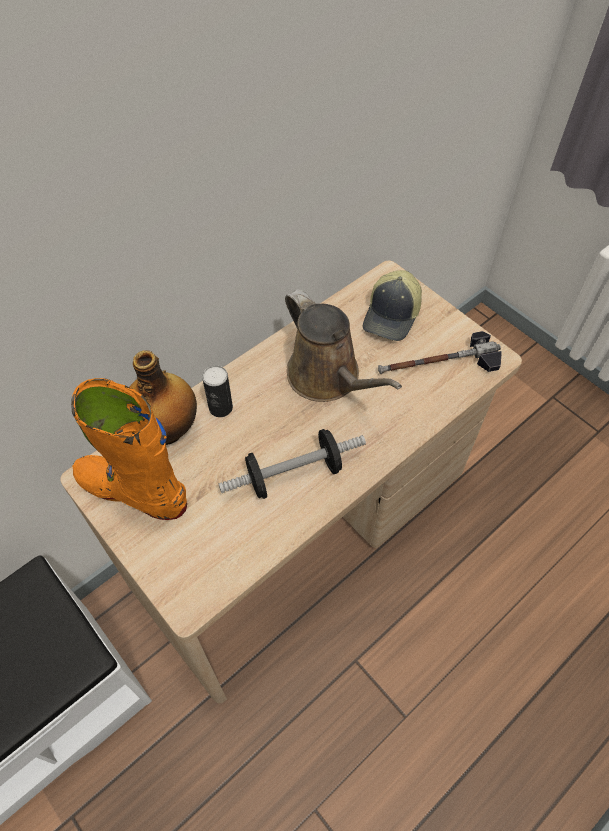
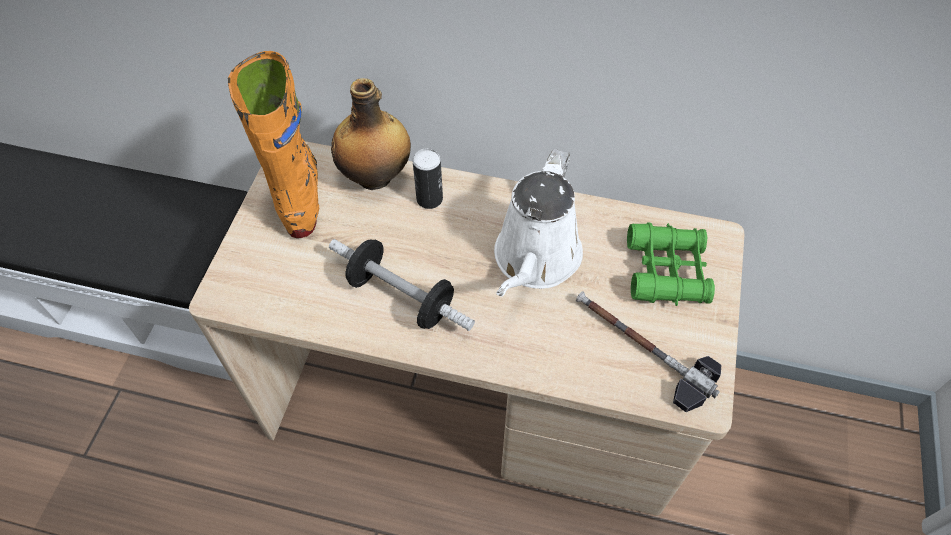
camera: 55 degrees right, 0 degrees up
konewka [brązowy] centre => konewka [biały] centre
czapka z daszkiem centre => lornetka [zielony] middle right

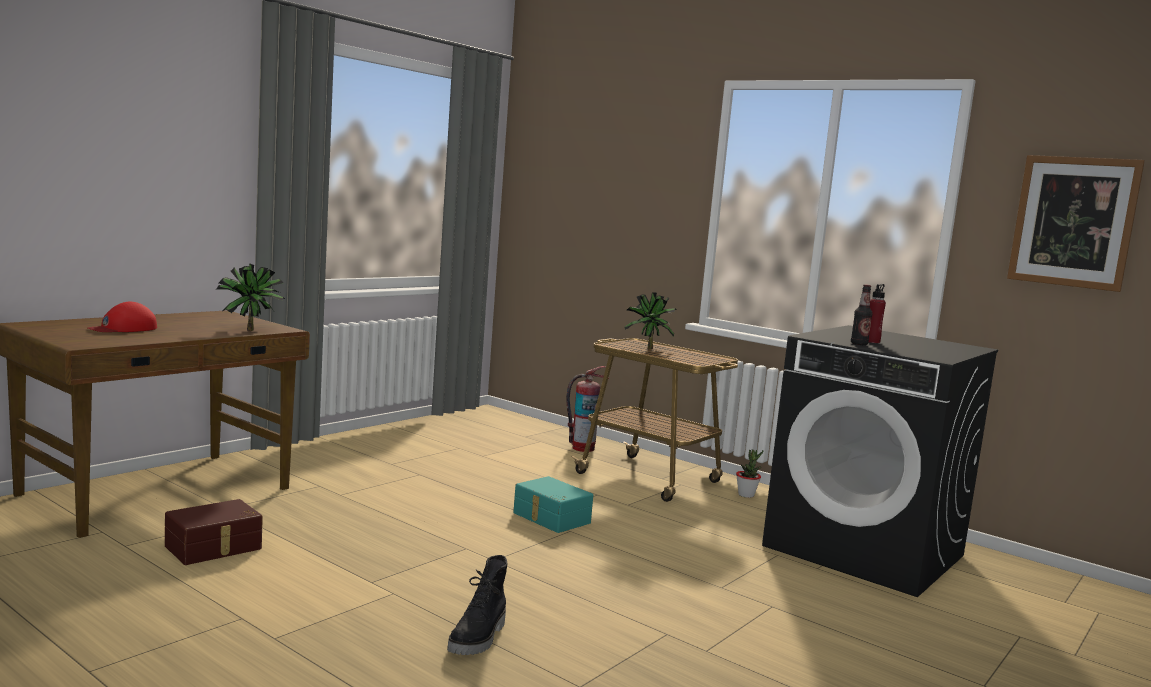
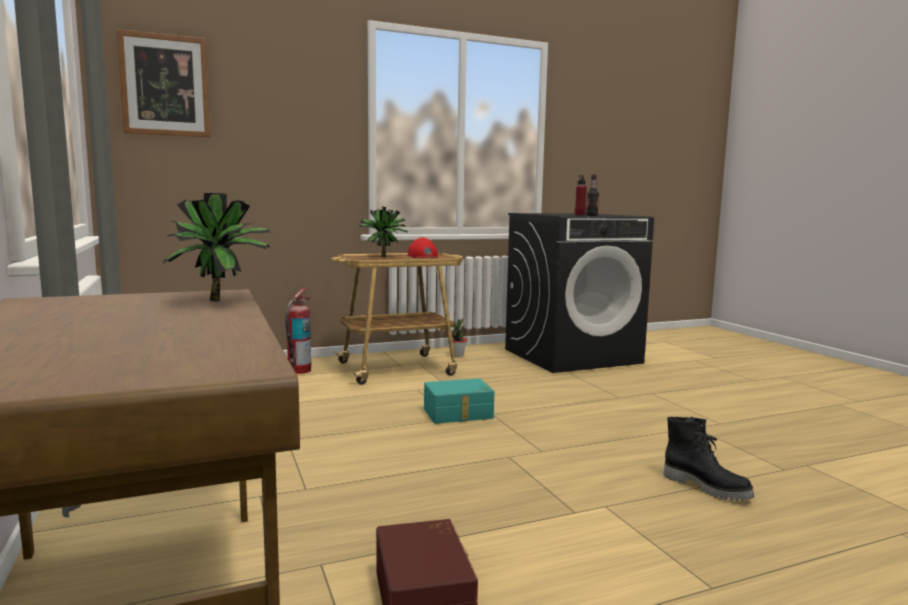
camera: 60 degrees left, 0 degrees up
czapka z daszkiem [czerwony] middle left => czapka z daszkiem [czerwony] centre, moved
obraz top right => obraz top left, moved

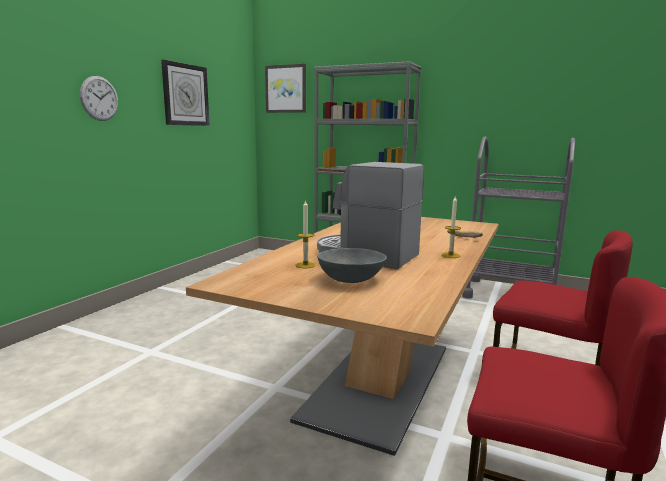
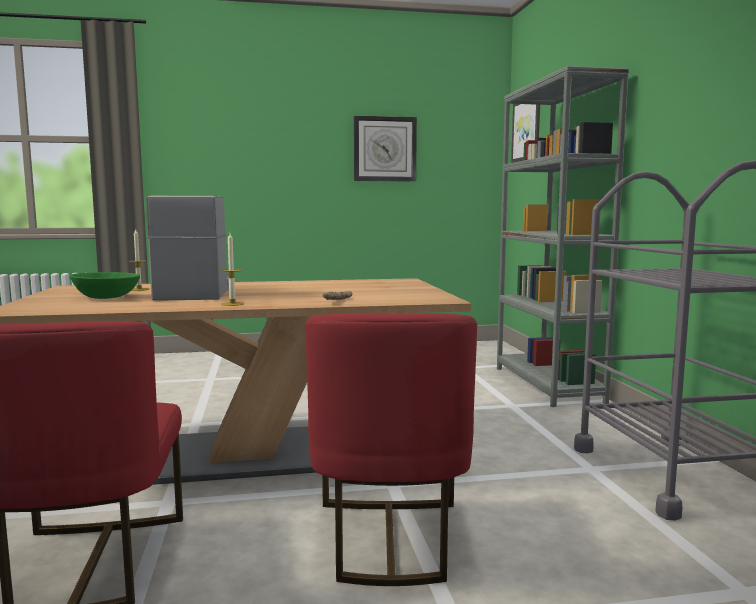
camera: 55 degrees right, 5 degrees down
zegar ścienny (1st from left) top left => nothing
miska [szary] centre => miska [zielony] middle left

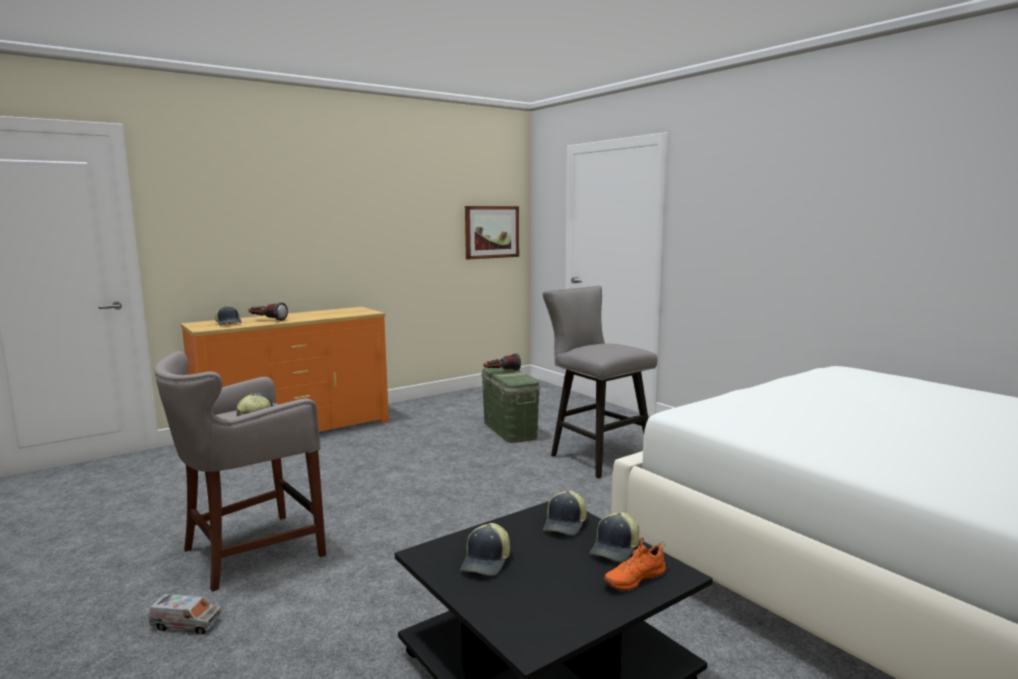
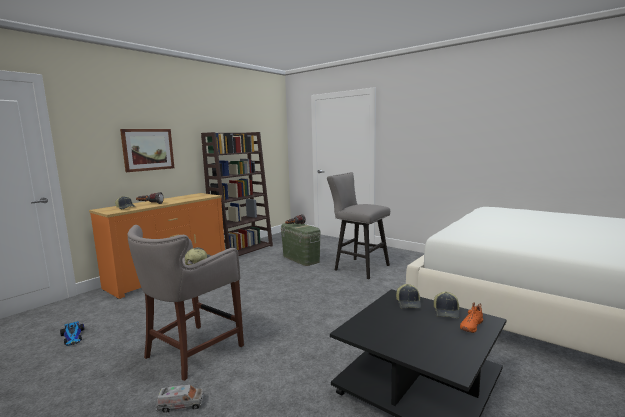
camera: 15 degrees left, 0 degrees up
czapka z daszkiem (3rd from left) bottom centre => nothing
obraz centre => obraz middle left, moved
nothing => samochodzik bottom left
nothing => regał [brązowy] centre

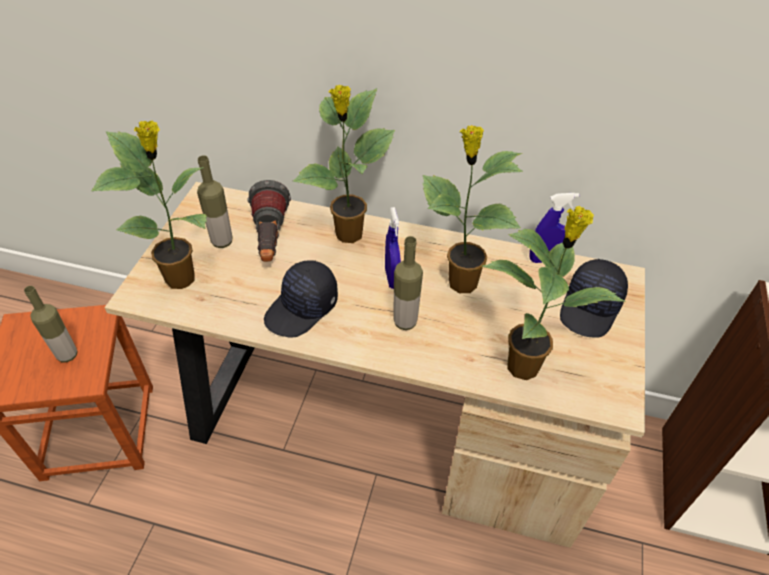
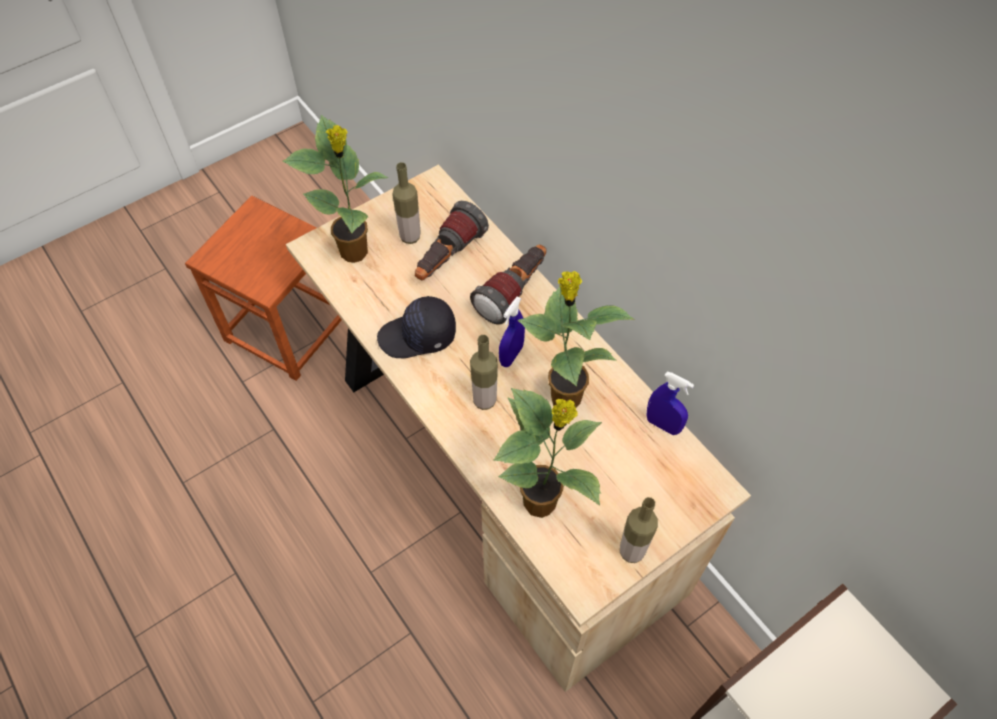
camera: 40 degrees right, 10 degrees up
butelka (1st from left in the first image) middle left => butelka (3rd from left) bottom centre, moved
roślina doniczkowa (2nd from left) top centre => latarka (2nd from left) centre
czapka z daszkiem [czarny] (2nd from left) middle right => nothing

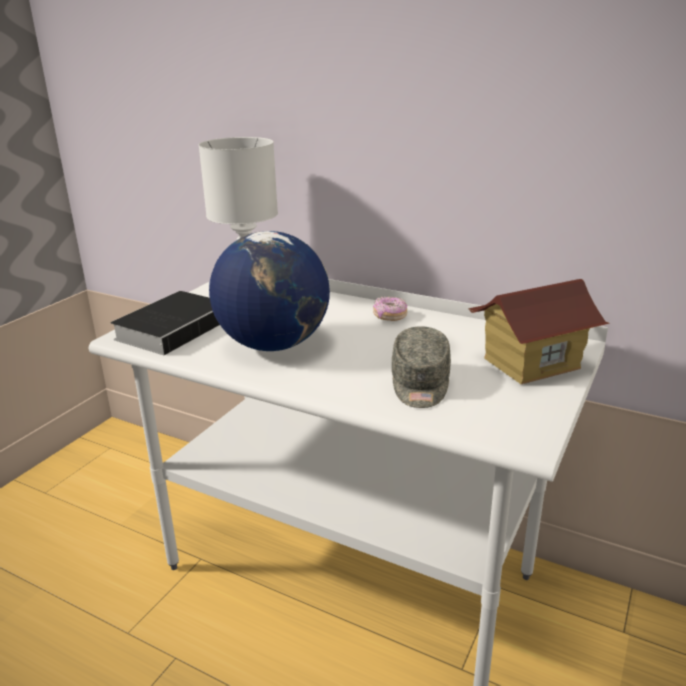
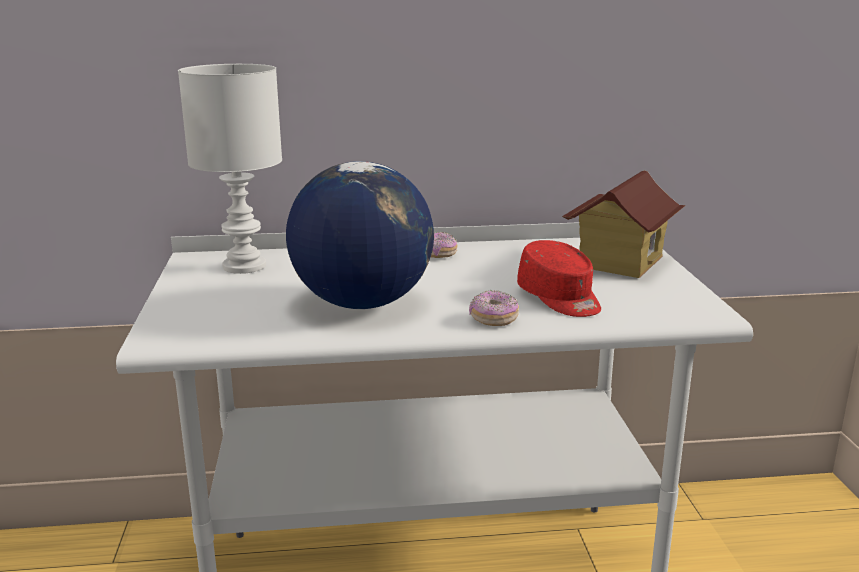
camera: 35 degrees left, 5 degrees down
książka middle left => nothing
czapka z daszkiem [szary] centre => czapka z daszkiem [czerwony] centre
nothing => donut (2nd from left) centre

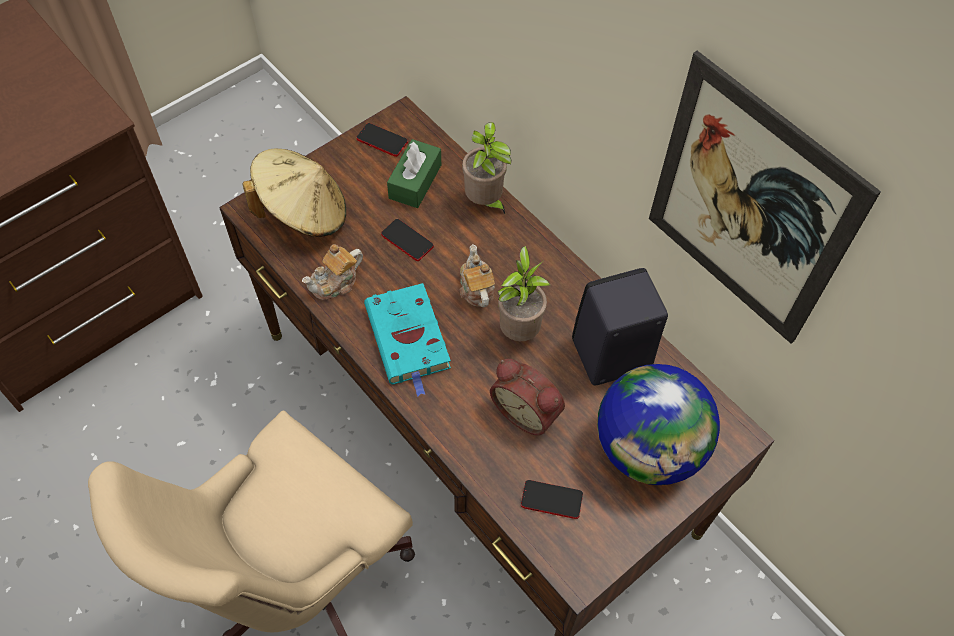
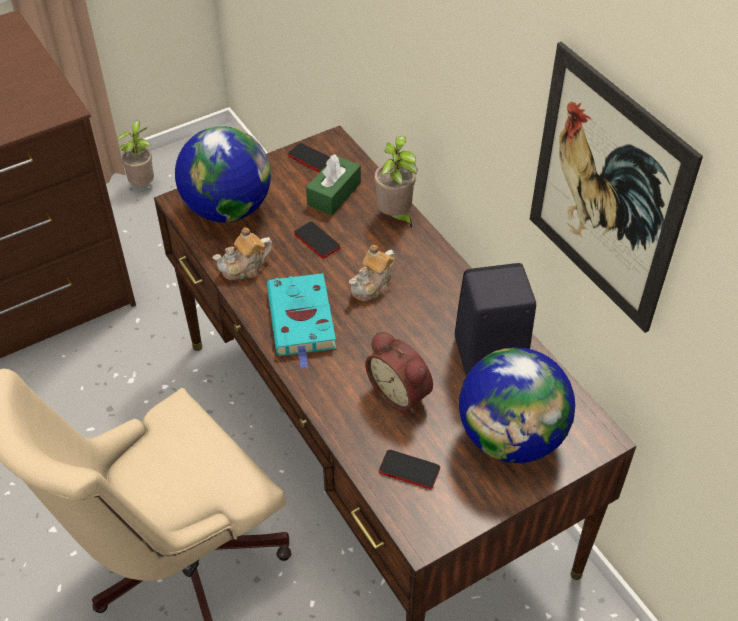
camera: 10 degrees right, 10 degrees down
kapelusz [beżowy] top left => globus (1st from left) top left
imbryk (2nd from left) centre, 135 degrees counterclockwise
roślina doniczkowa (2nd from left in the first image) centre => roślina doniczkowa (1st from left) top left, moved

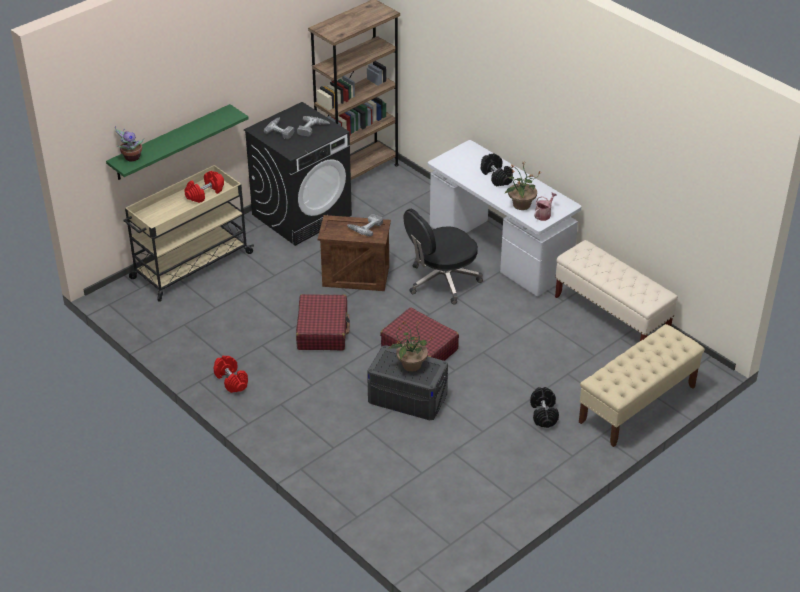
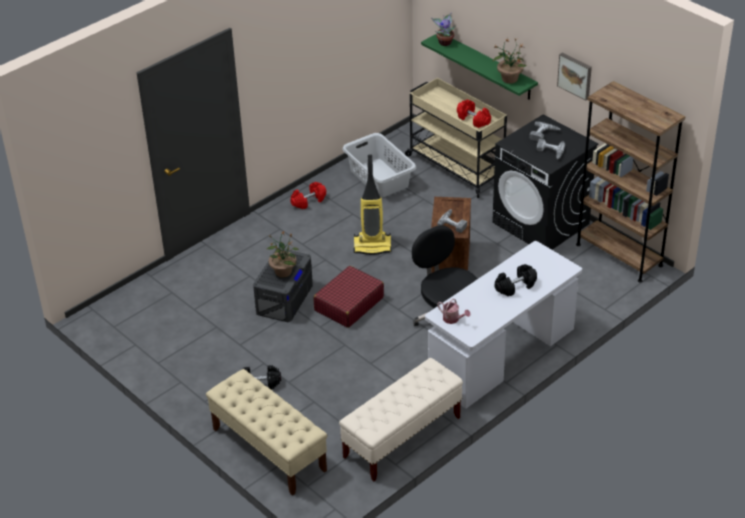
camera: 90 degrees right, 0 degrees up
walizka [czerwony] (1st from left) centre => odkurzacz centre
roślina doniczkowa (3rd from left) top centre => roślina doniczkowa (3rd from left) top right, moved
nothing => kosz na pranie [szary] top centre
nothing => obraz top right

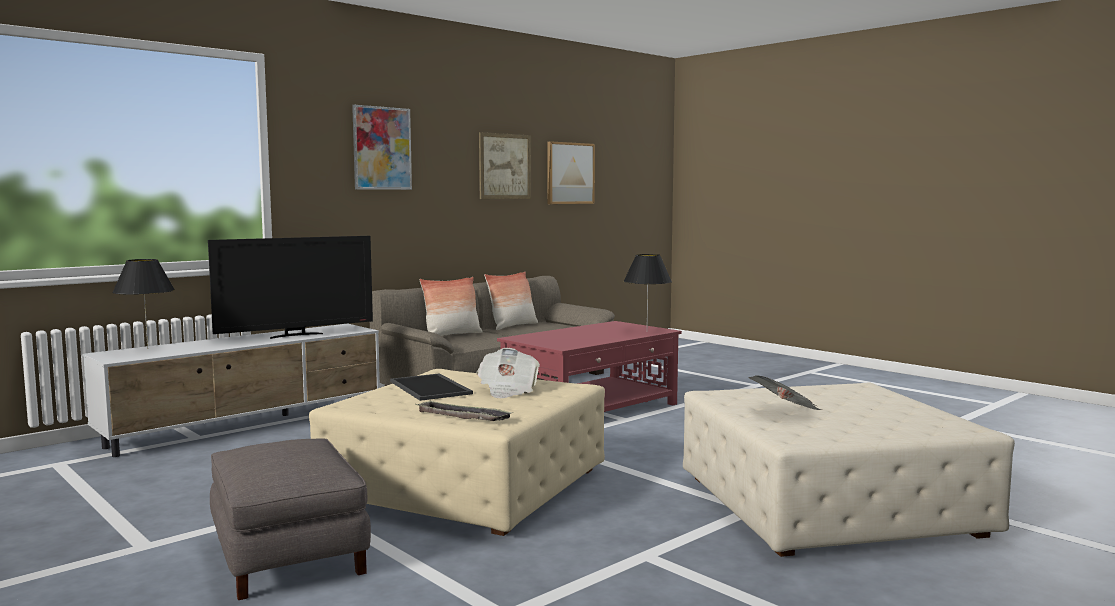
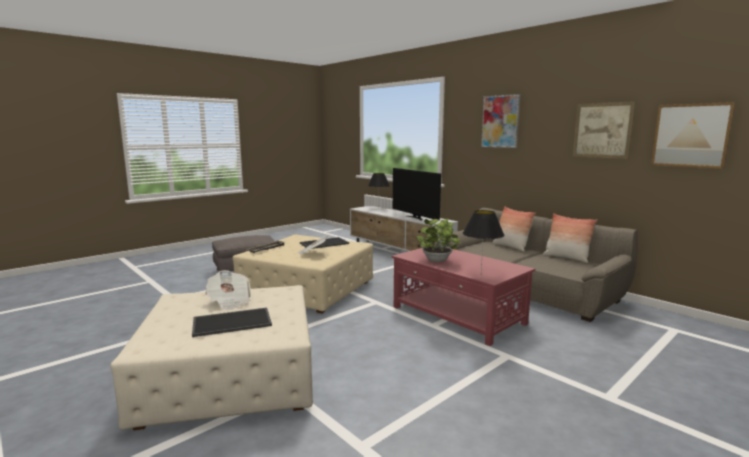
camera: 90 degrees right, 5 degrees up
nothing => taca (1st from left) bottom left
nothing => roślina doniczkowa centre

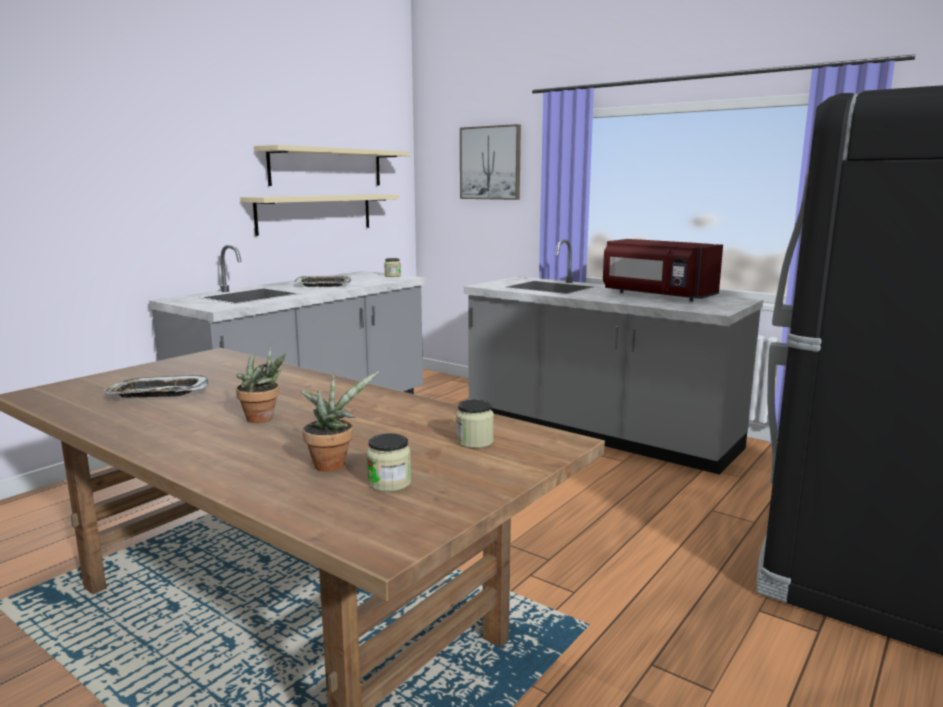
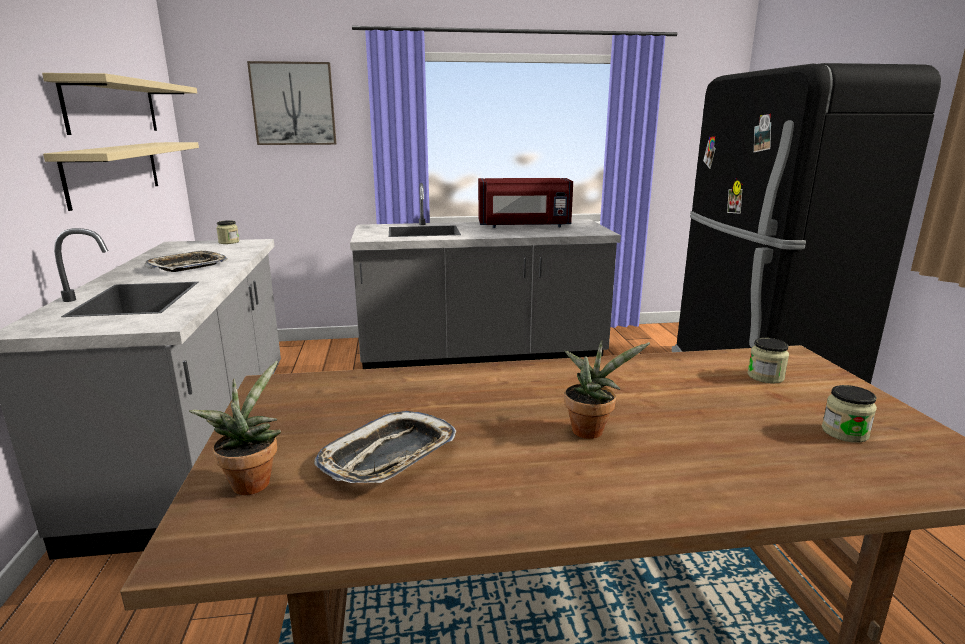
camera: 45 degrees left, 5 degrees up
roślina doniczkowa (2nd from left in the first image) centre => roślina doniczkowa (1st from left) middle left, moved

